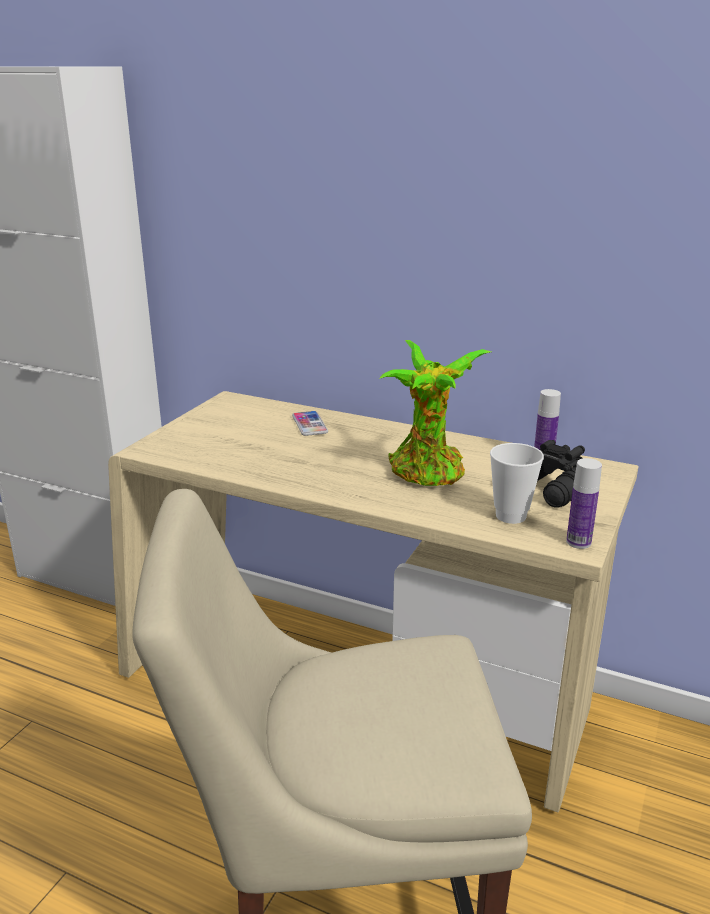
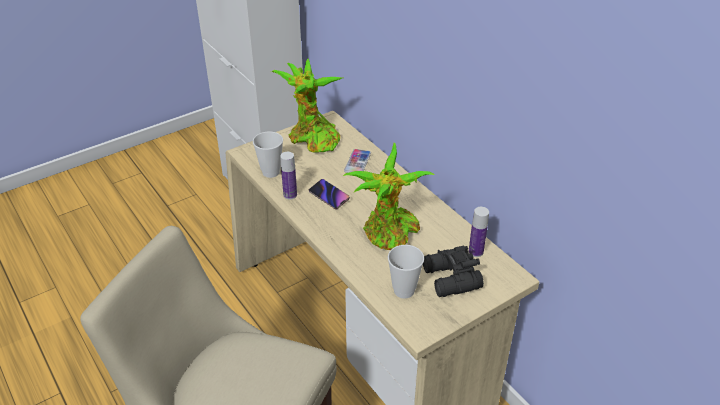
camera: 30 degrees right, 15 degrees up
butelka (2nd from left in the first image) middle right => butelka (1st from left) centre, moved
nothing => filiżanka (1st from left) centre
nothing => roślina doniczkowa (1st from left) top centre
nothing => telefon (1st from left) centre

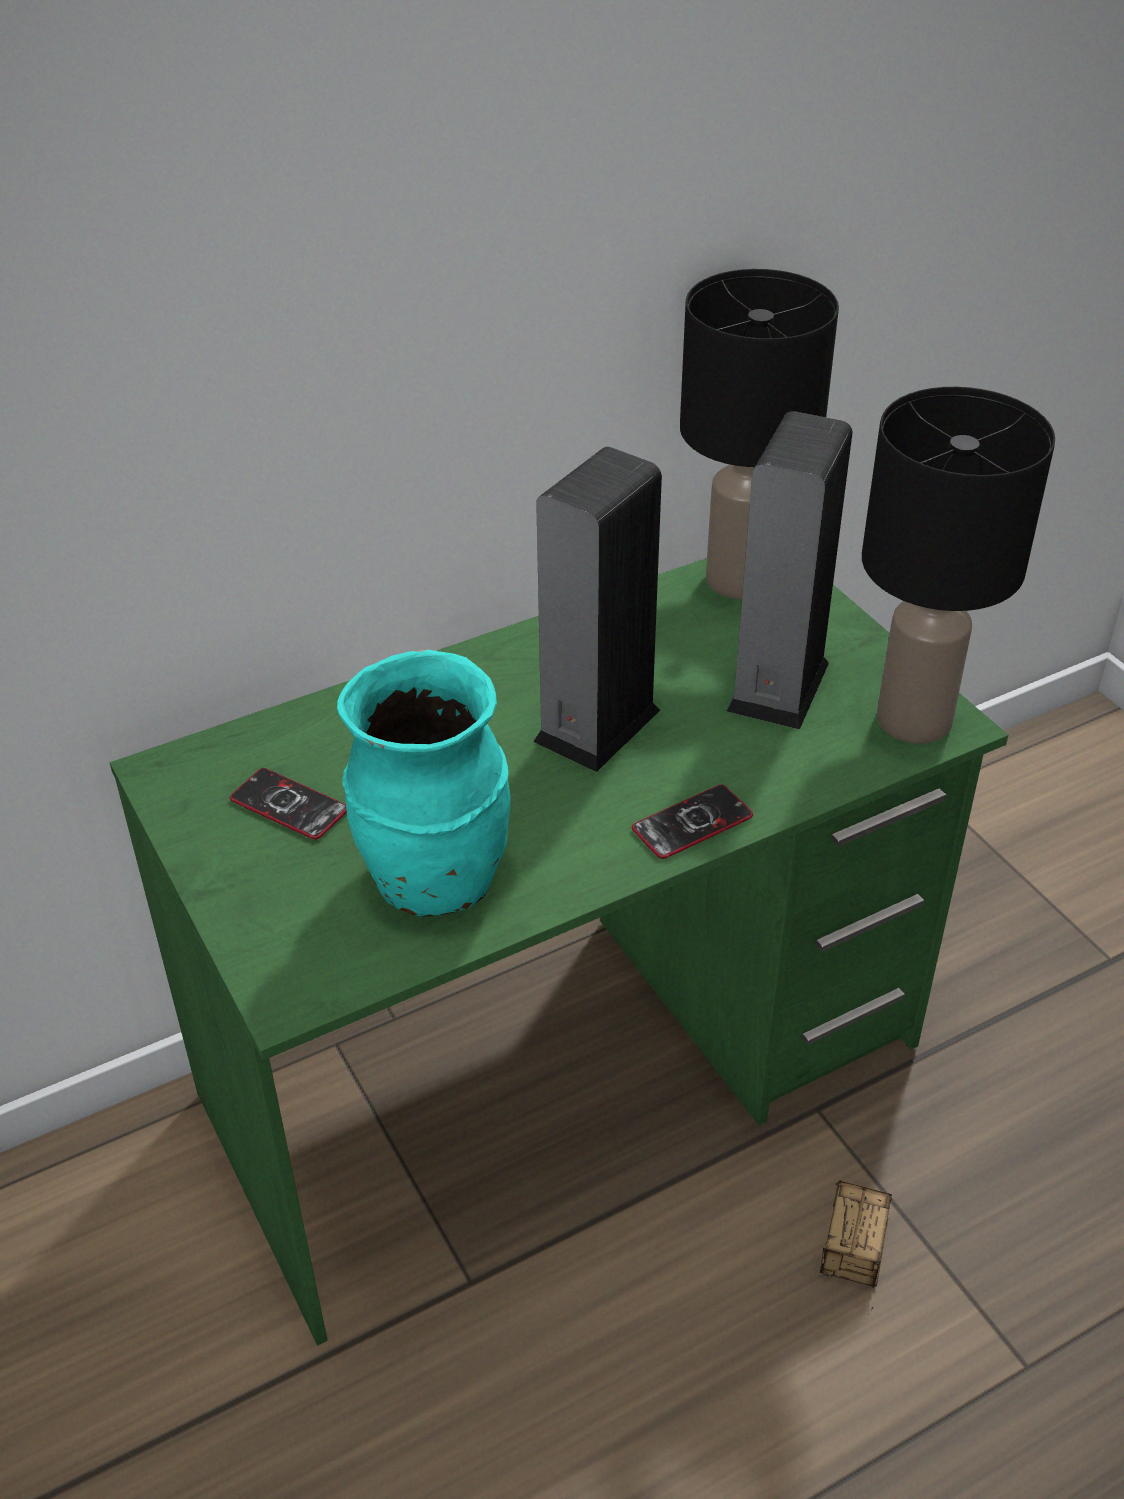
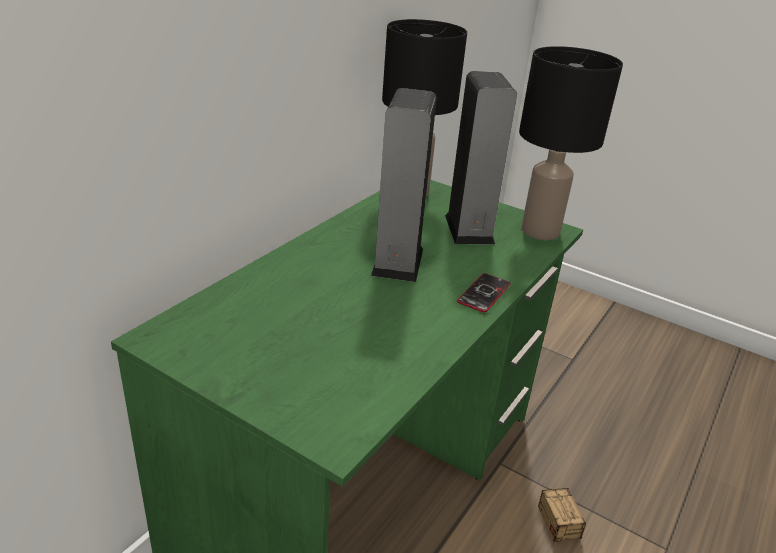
camera: 30 degrees left, 10 degrees down
telefon (1st from left) middle left => nothing
wazon [turkusowy] centre => nothing

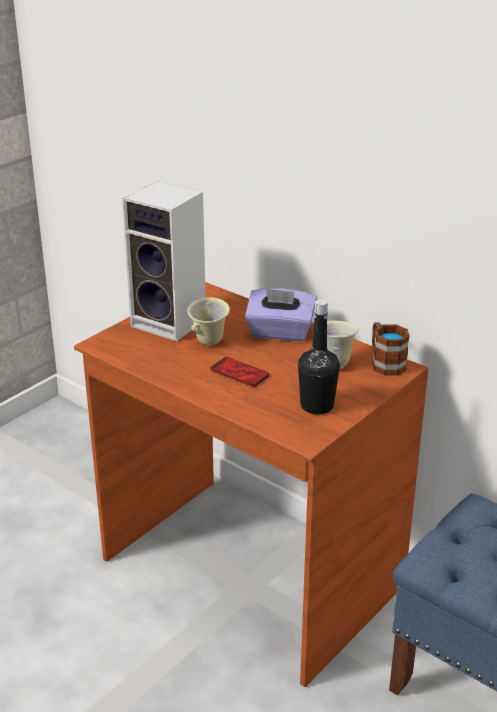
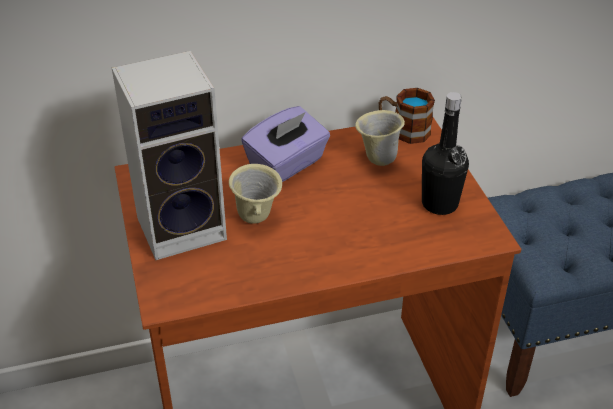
camera: 55 degrees left, 10 degrees up
telefon centre => nothing

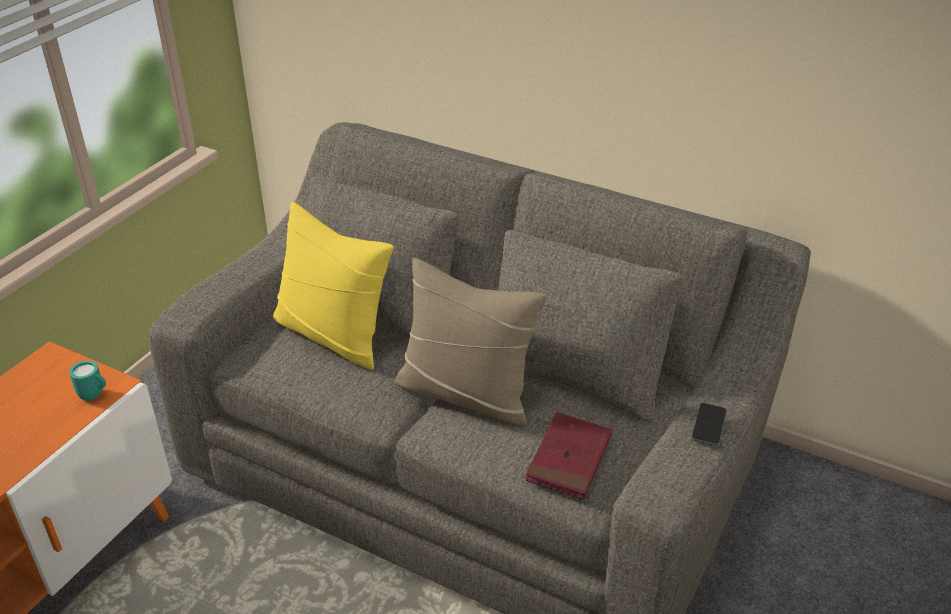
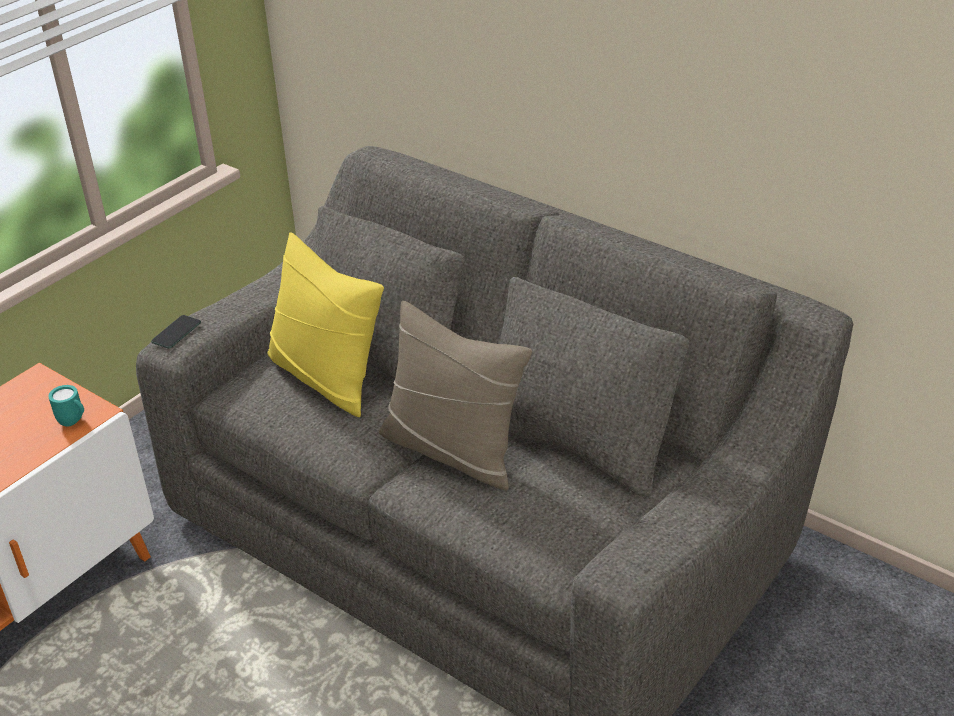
camera: 10 degrees right, 0 degrees up
książka [czerwony] bottom centre => nothing
telefon bottom right => telefon middle left, moved

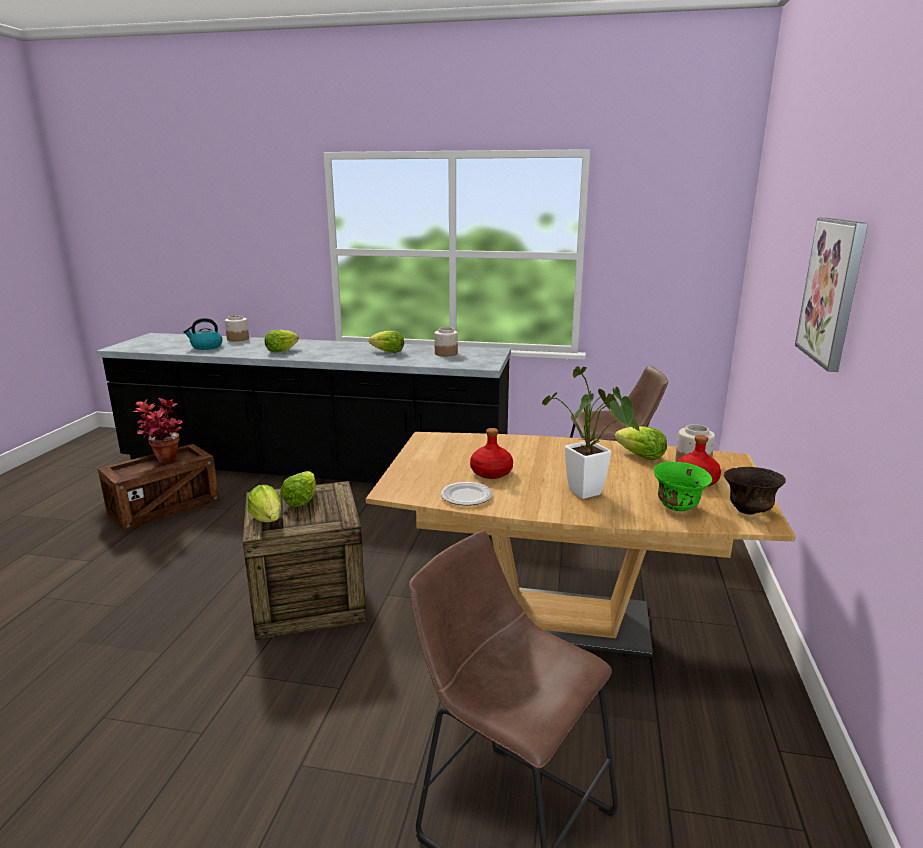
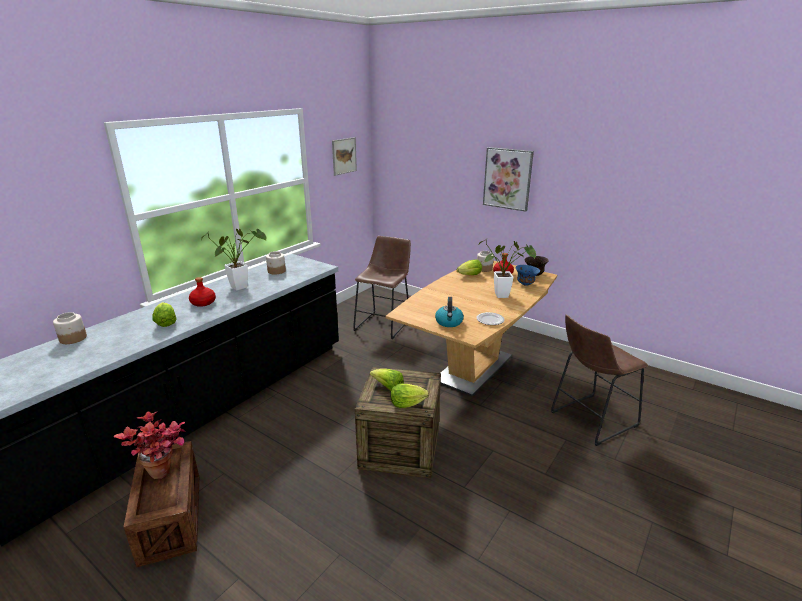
camera: 65 degrees left, 5 degrees up
czajnik middle left => czajnik centre, moved
sałata (4th from left) centre => roślina doniczkowa (2nd from left) middle left
butelka [czerwony] (1st from left) centre => butelka [czerwony] (1st from left) middle left, moved
miska [zielony] middle right => miska [niebieski] centre
nothing => obraz (1st from left) top centre

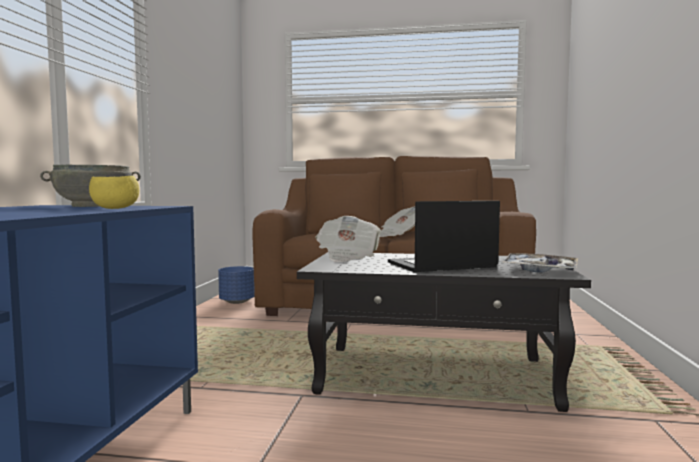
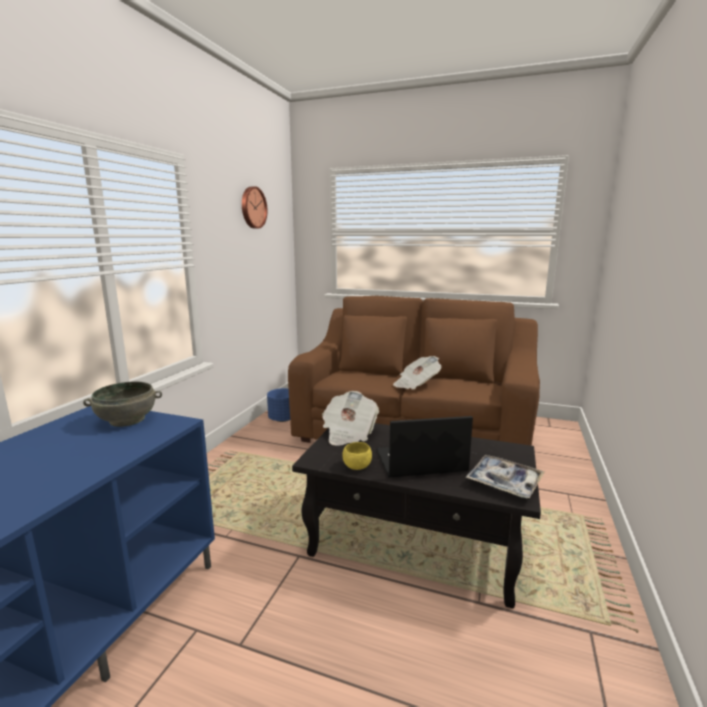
camera: 10 degrees right, 10 degrees up
miska [żółty] middle left => miska [żółty] centre, moved
nothing => zegar ścienny top centre

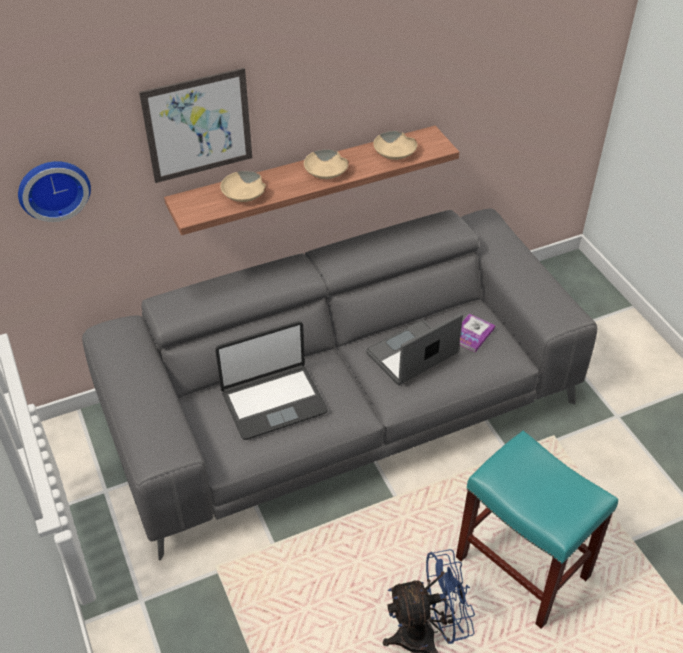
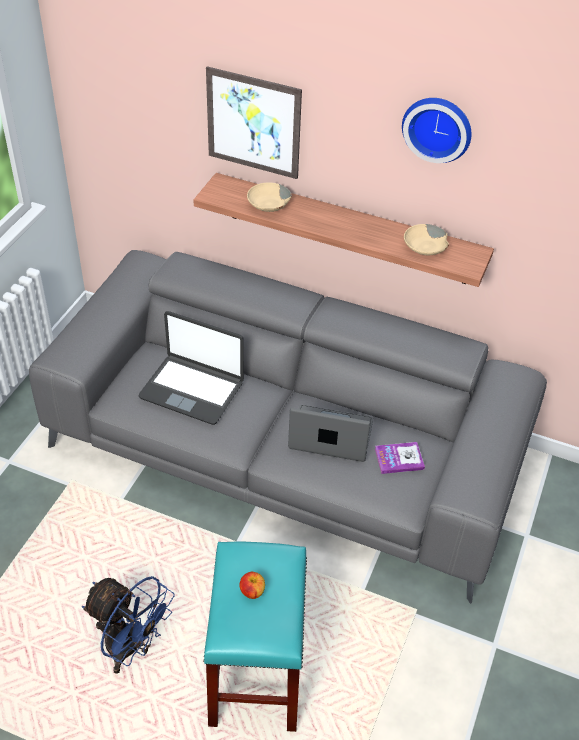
camera: 45 degrees right, 0 degrees up
zegar ścienny top left => zegar ścienny top right, moved
miska [beżowy] (2nd from left) top centre => nothing
nothing => jabłko bottom centre

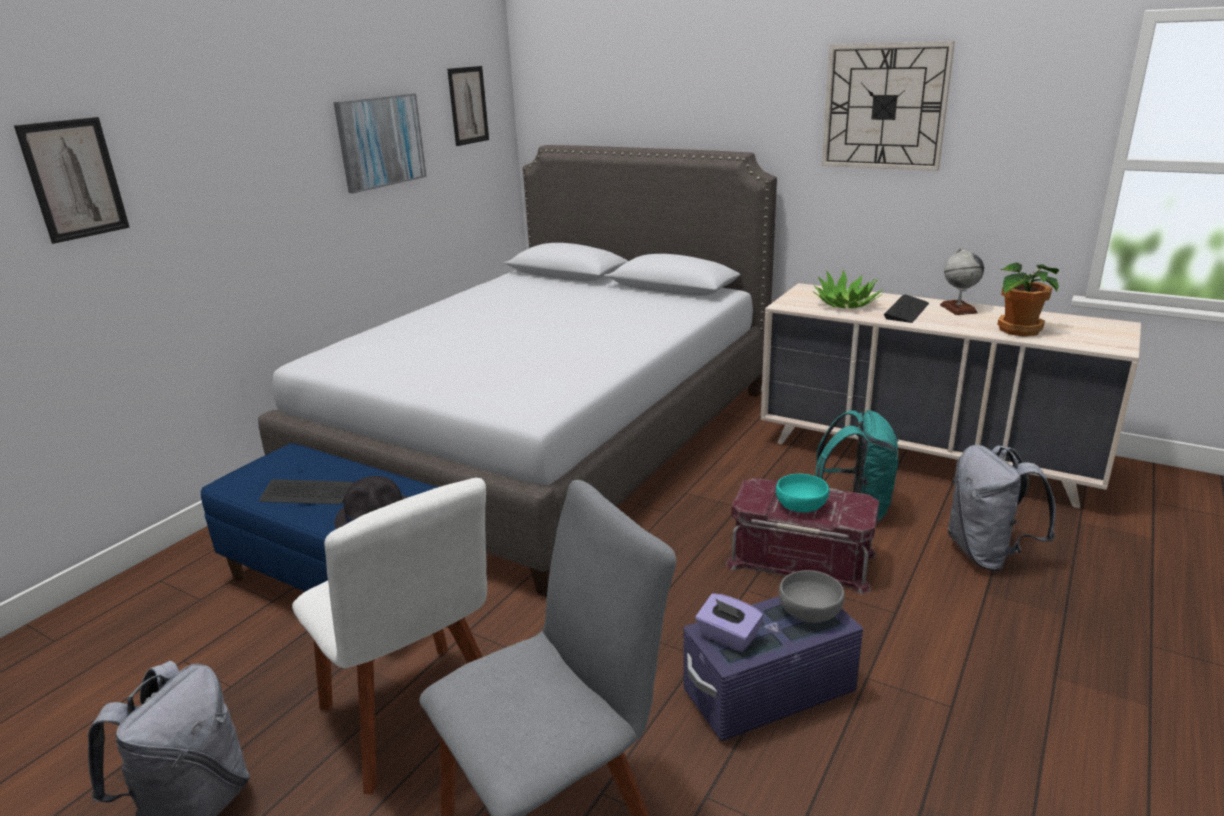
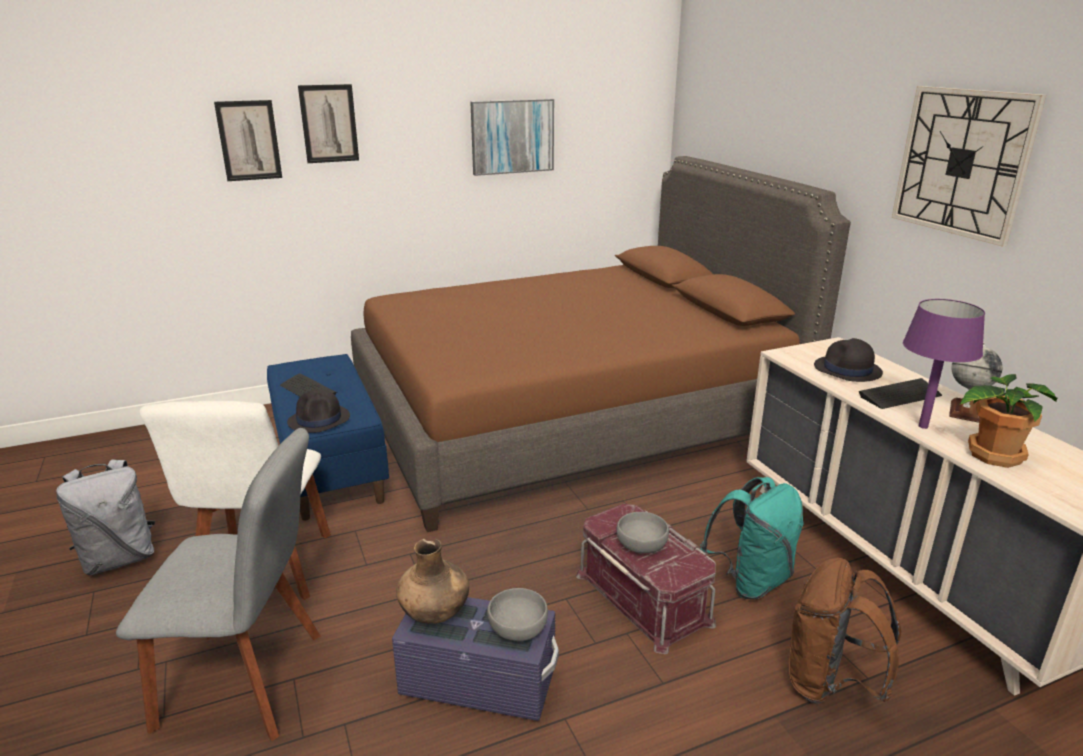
camera: 35 degrees right, 0 degrees up
łóżko [szary] centre => łóżko [brązowy] centre
obraz (3rd from left in the first image) top centre => obraz (2nd from left) top left, moved
pudełko chusteczek [fioletowy] bottom centre => wazon [brązowy] bottom centre
miska [turkusowy] centre => miska [szary] (2nd from left) bottom centre
roślina doniczkowa (1st from left) middle right => kapelusz [czarny] (2nd from left) middle right
plecak [szary] (2nd from left) middle right => plecak [brązowy] bottom right
nothing => lampa stołowa [fioletowy] middle right

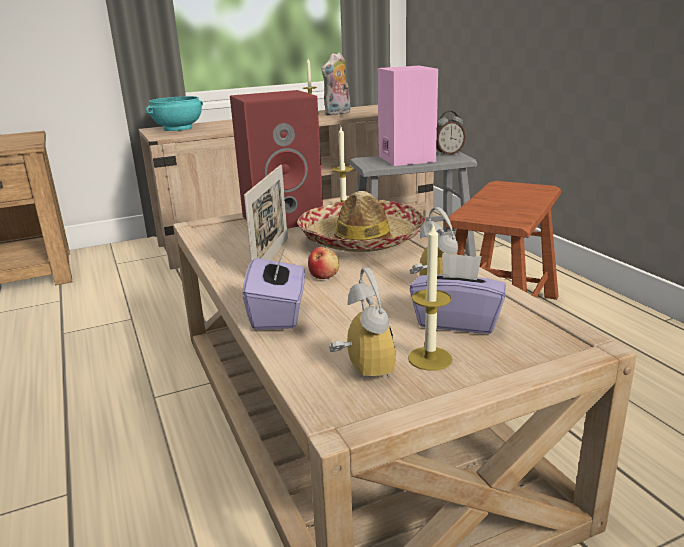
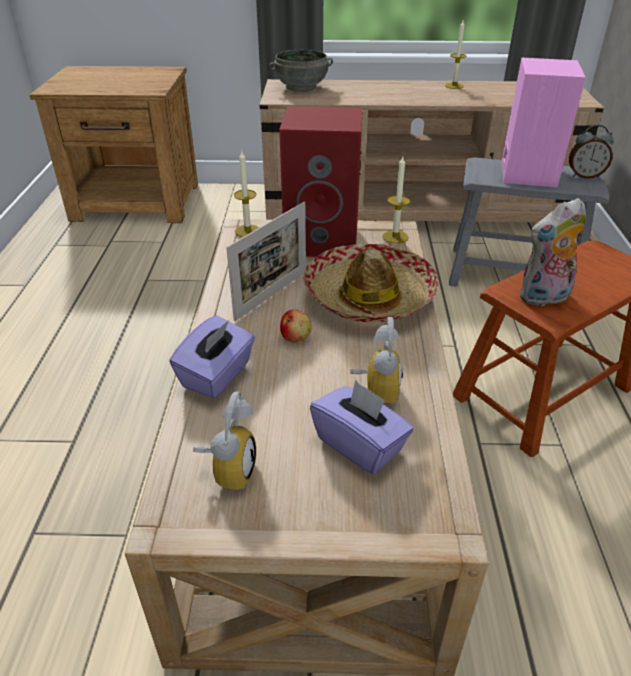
camera: 25 degrees right, 15 degrees up
miska [turkusowy] top left => miska [szary] top centre
pluszak top centre => pluszak middle right, moved
świeca (3rd from left in the first image) centre => świeca (1st from left) top centre, moved

